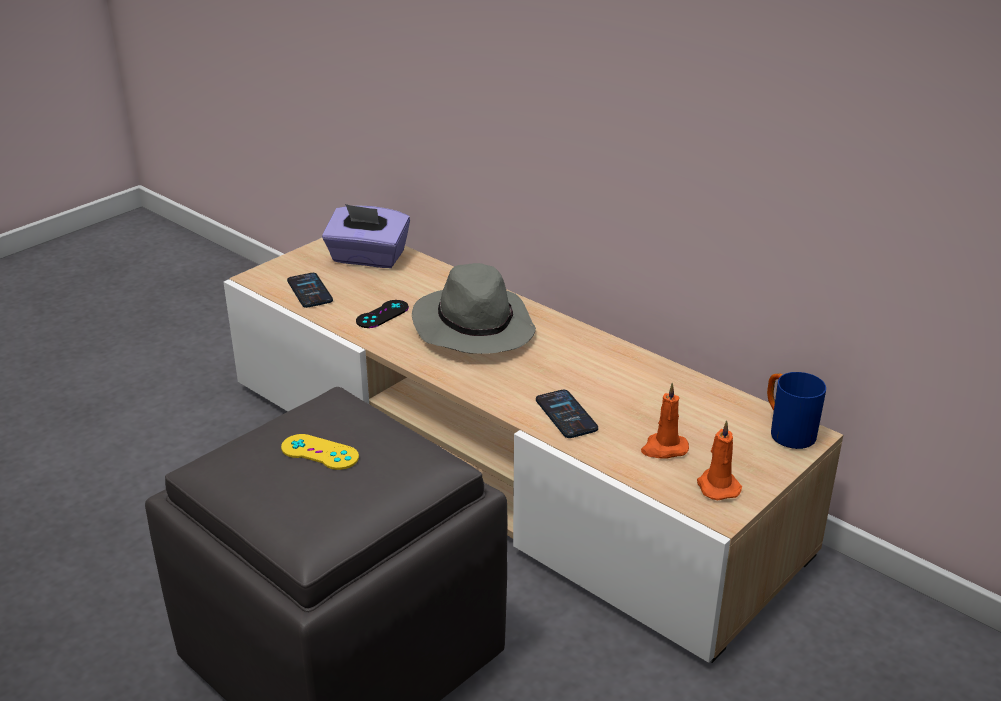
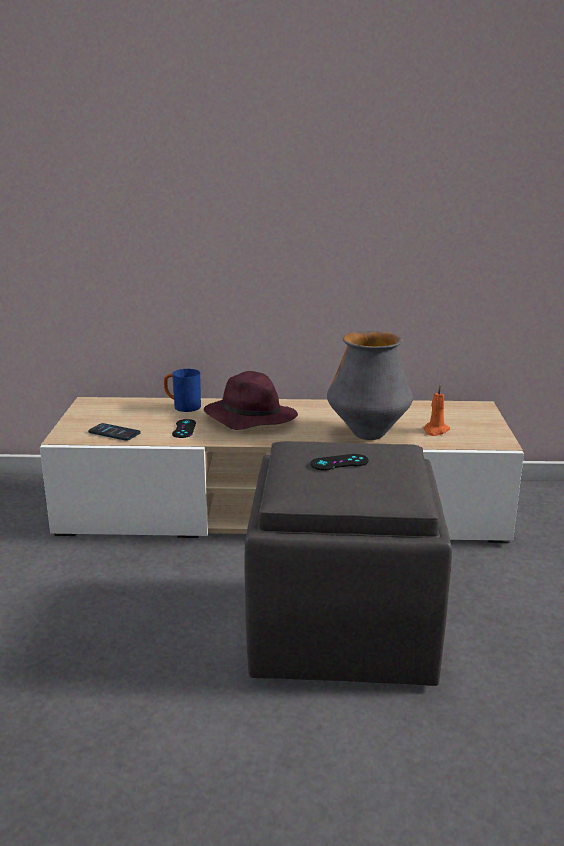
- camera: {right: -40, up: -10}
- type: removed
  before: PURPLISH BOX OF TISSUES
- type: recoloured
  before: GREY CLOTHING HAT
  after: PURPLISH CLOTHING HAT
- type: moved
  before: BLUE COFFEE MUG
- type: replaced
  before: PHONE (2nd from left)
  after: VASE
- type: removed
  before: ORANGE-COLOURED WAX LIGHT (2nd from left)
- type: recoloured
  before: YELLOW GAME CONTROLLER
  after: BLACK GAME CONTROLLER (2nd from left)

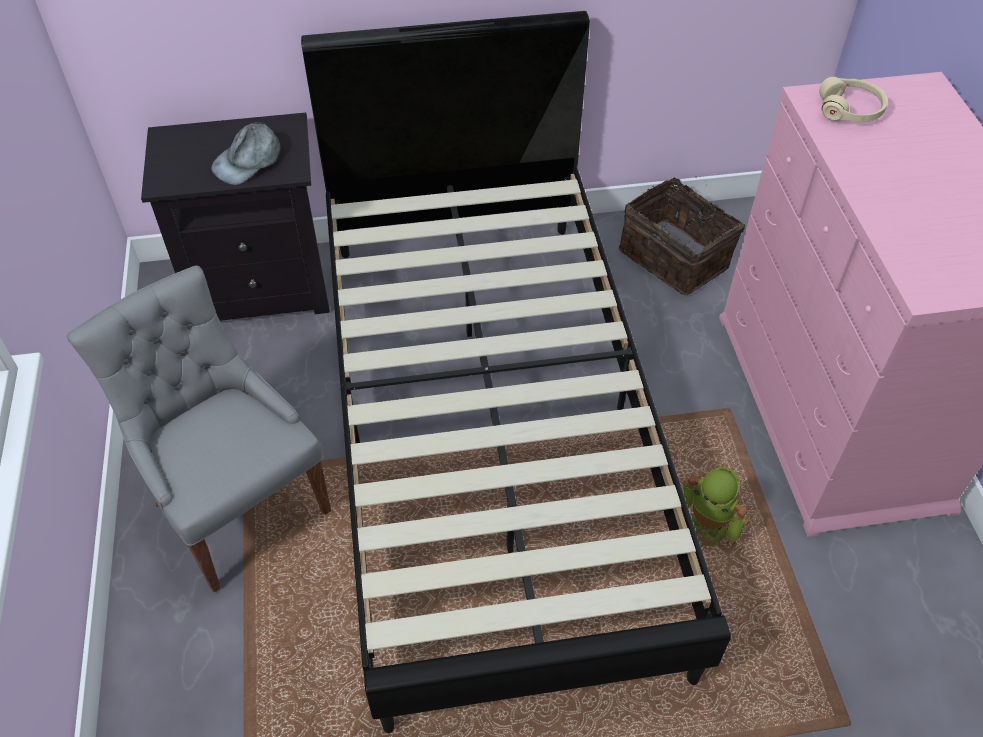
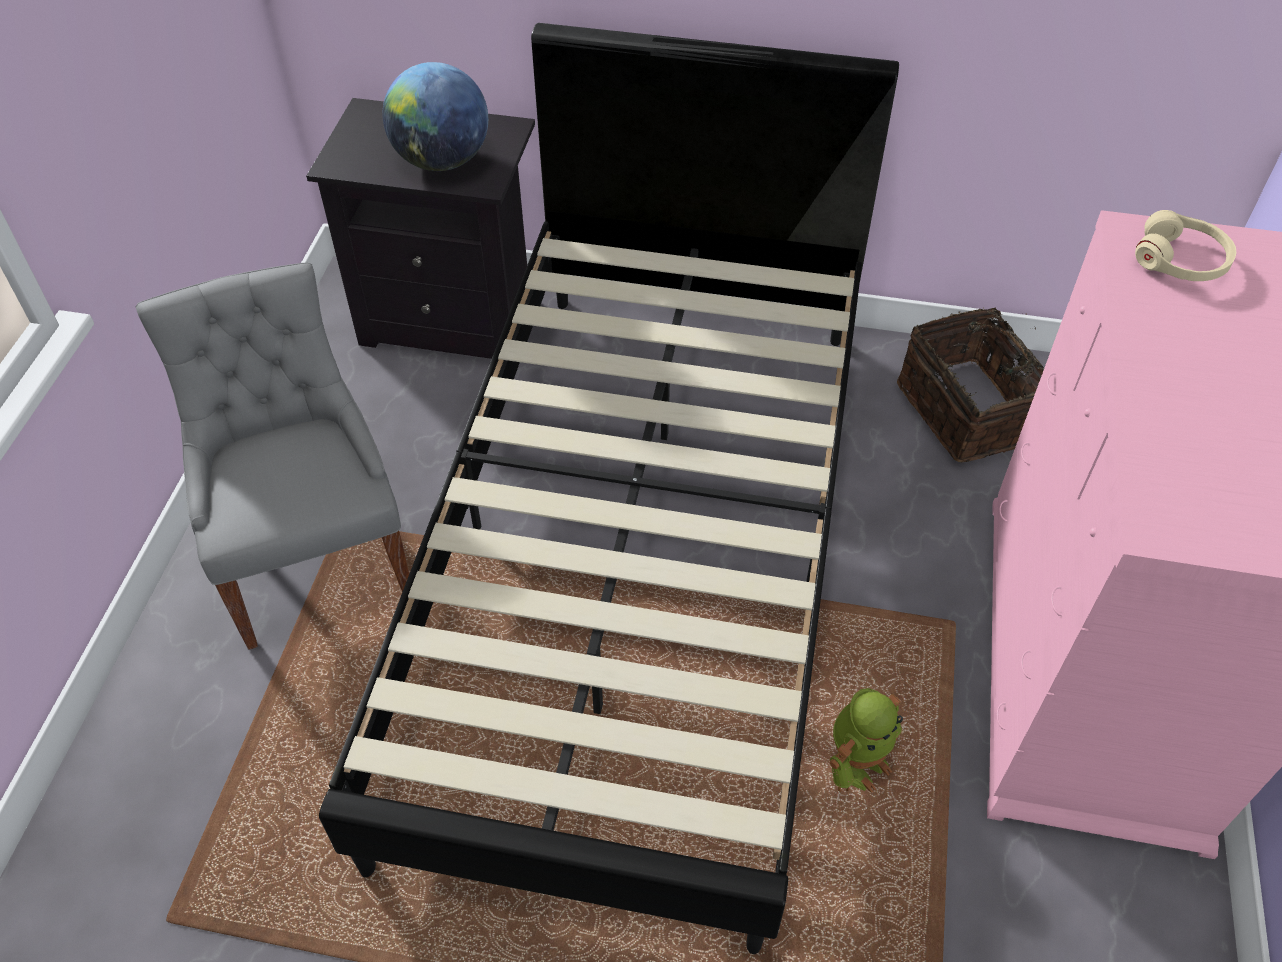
- camera: {right: 20, up: 0}
- type: replaced
  before: GREY PEAKED CAP
  after: WORLD GLOBE
- type: turned
  before: MODEL ROBOT
  turn: -105

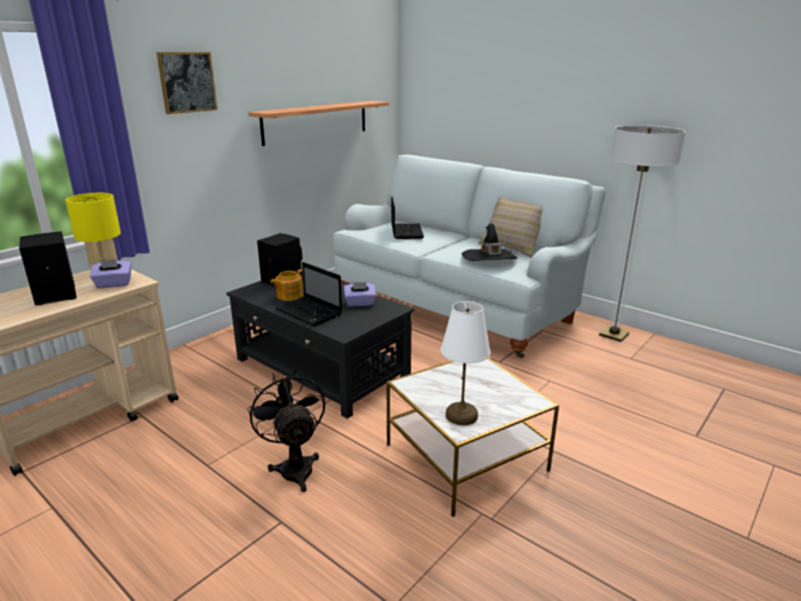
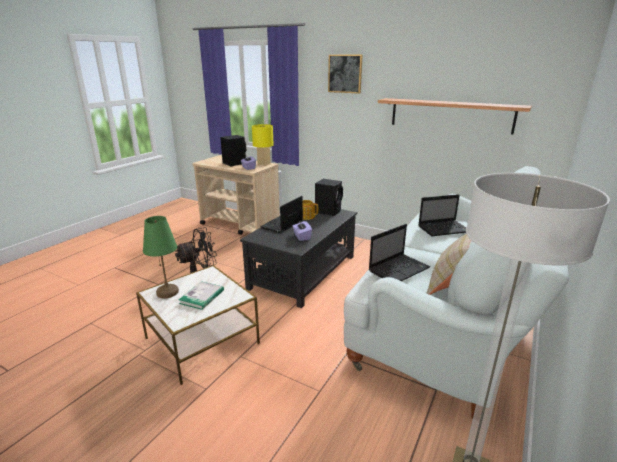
- camera: {right: 80, up: 0}
- type: replaced
  before: BLACK CLOTHING HAT
  after: PORTABLE COMPUTER (2nd from left)
- type: recoloured
  before: WHITISH TABLETOP LAMP
  after: GREEN TABLETOP LAMP
- type: added
  after: BOUND BOOK

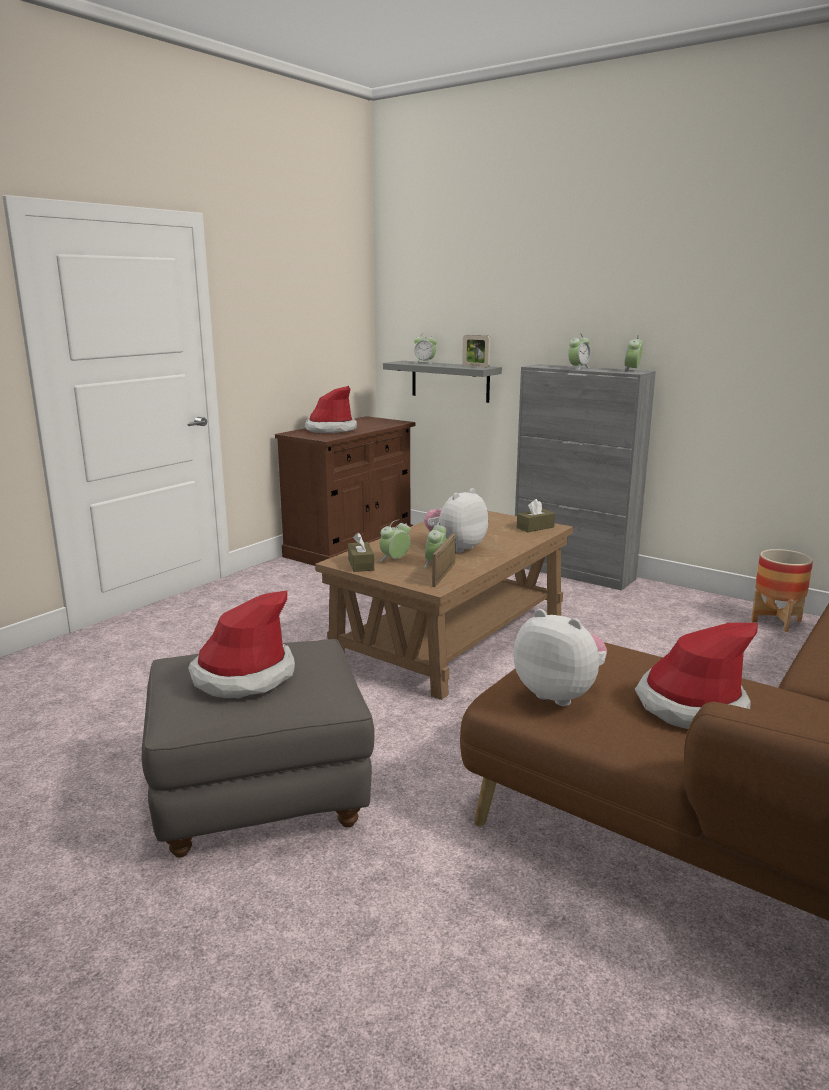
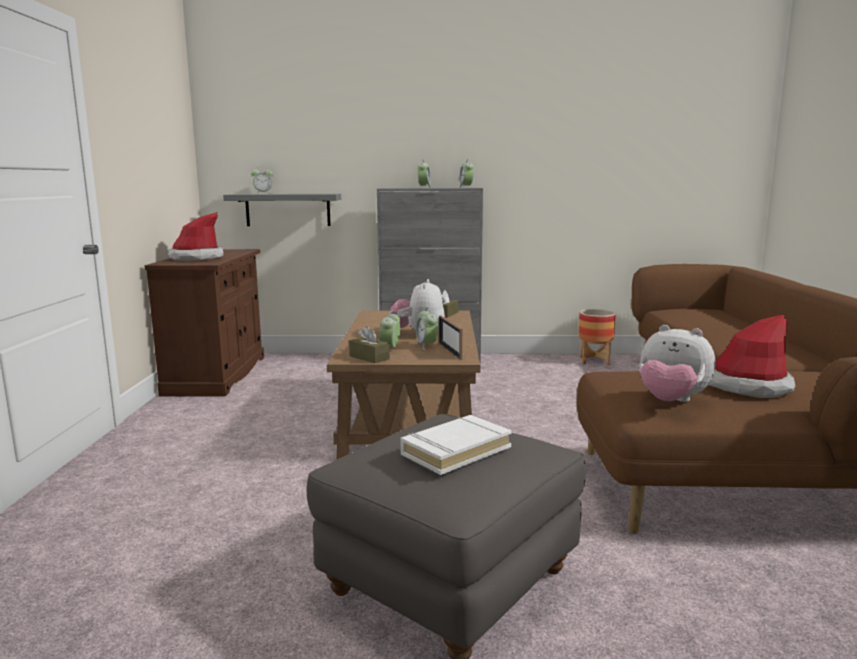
- camera: {right: -35, up: -5}
- type: removed
  before: STANDING FRAME (2nd from left)
- type: replaced
  before: CLOTHING HAT (1st from left)
  after: WHITISH BOUND BOOK
- type: turned
  before: SOFT TOY (2nd from left)
  turn: -150

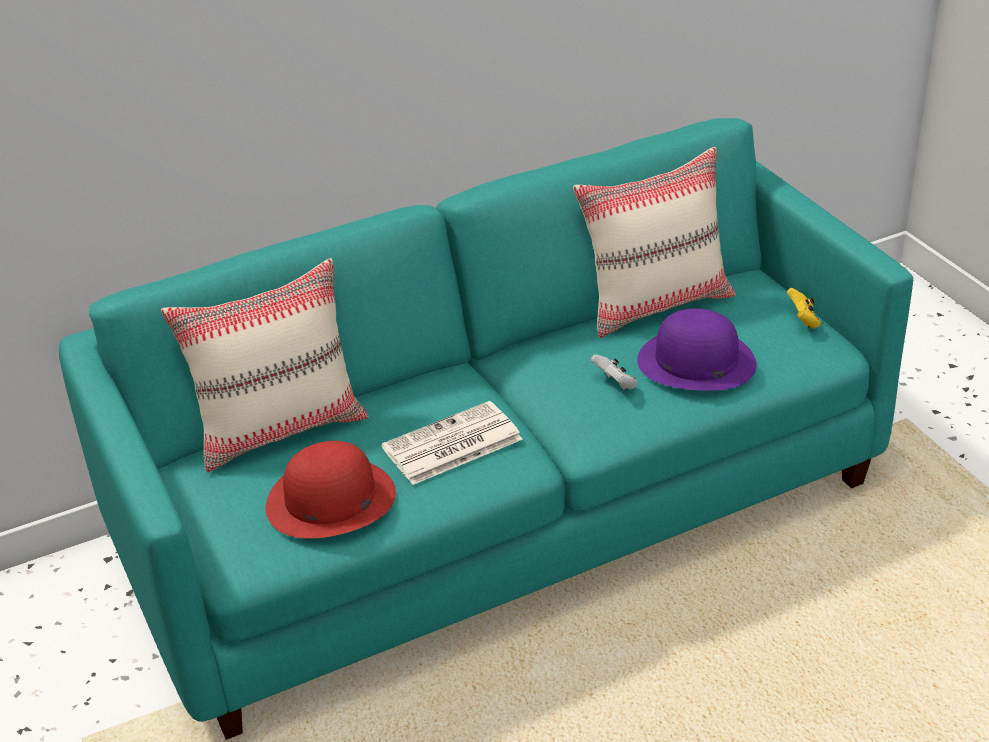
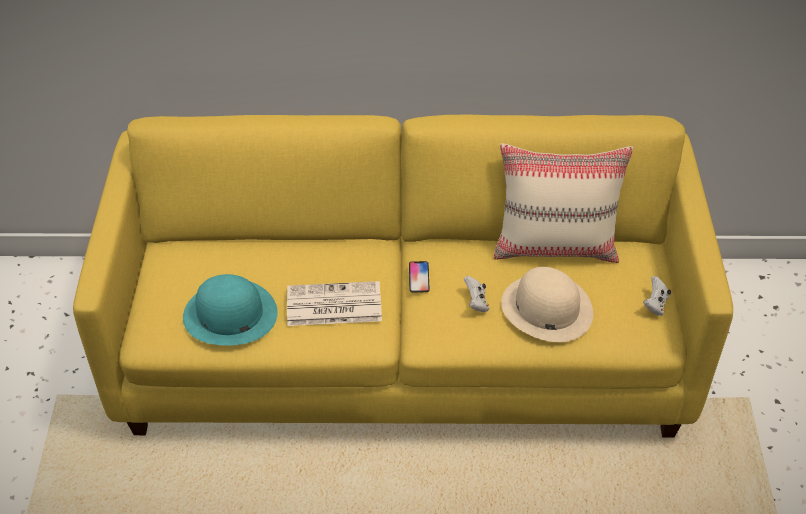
- camera: {right: 25, up: 10}
- type: recoloured
  before: BLUE-GREEN SETTEE
  after: YELLOW SETTEE
- type: removed
  before: SAND-COLOURED PILLOW (1st from left)
- type: recoloured
  before: YELLOW GAME CONTROLLER
  after: WHITISH GAME CONTROLLER (2nd from left)
- type: recoloured
  before: PURPLISH CLOTHING HAT
  after: SAND-COLOURED CLOTHING HAT
- type: recoloured
  before: RED-COLOURED CLOTHING HAT
  after: BLUE-GREEN CLOTHING HAT
- type: added
  after: PHONE

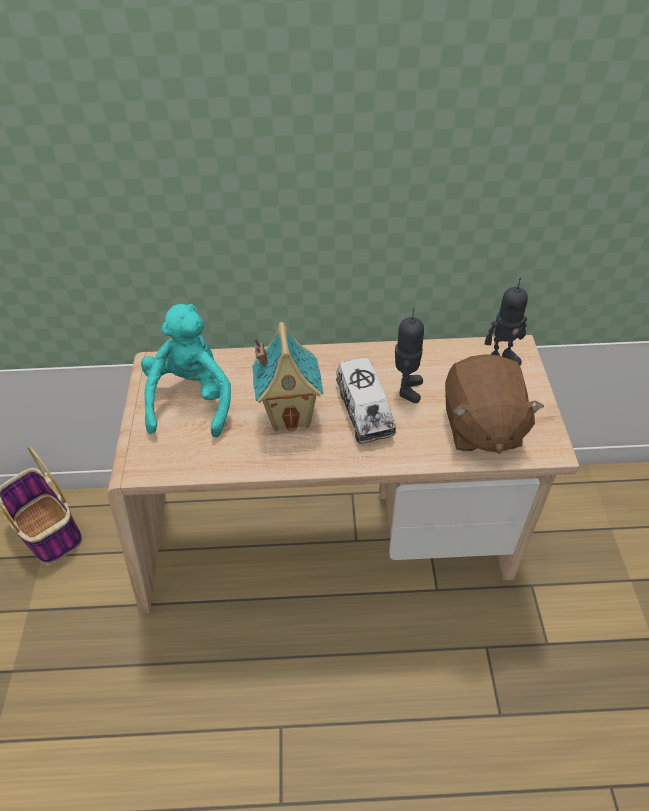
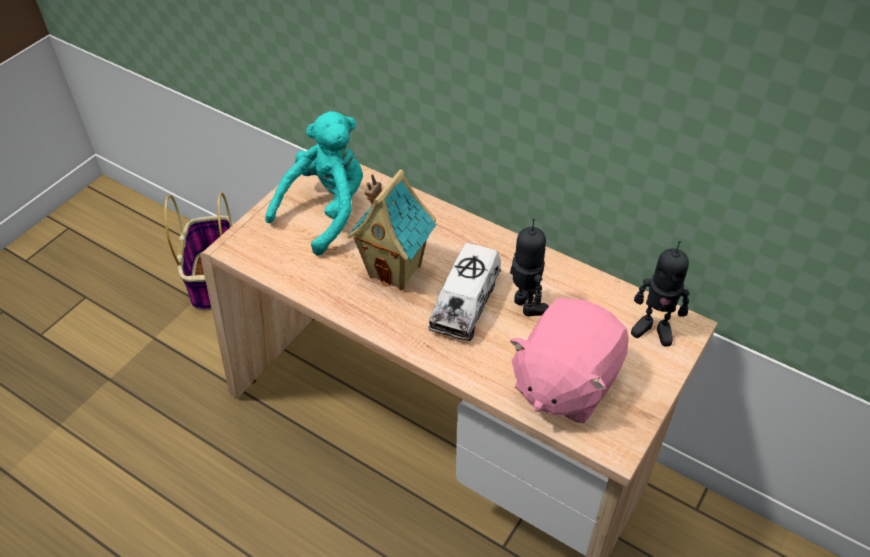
- camera: {right: 35, up: 0}
- type: turned
  before: MODEL ROBOT (1st from left)
  turn: -75
- type: recoloured
  before: BROWN-COLOURED SOFT TOY
  after: PINK-COLOURED SOFT TOY

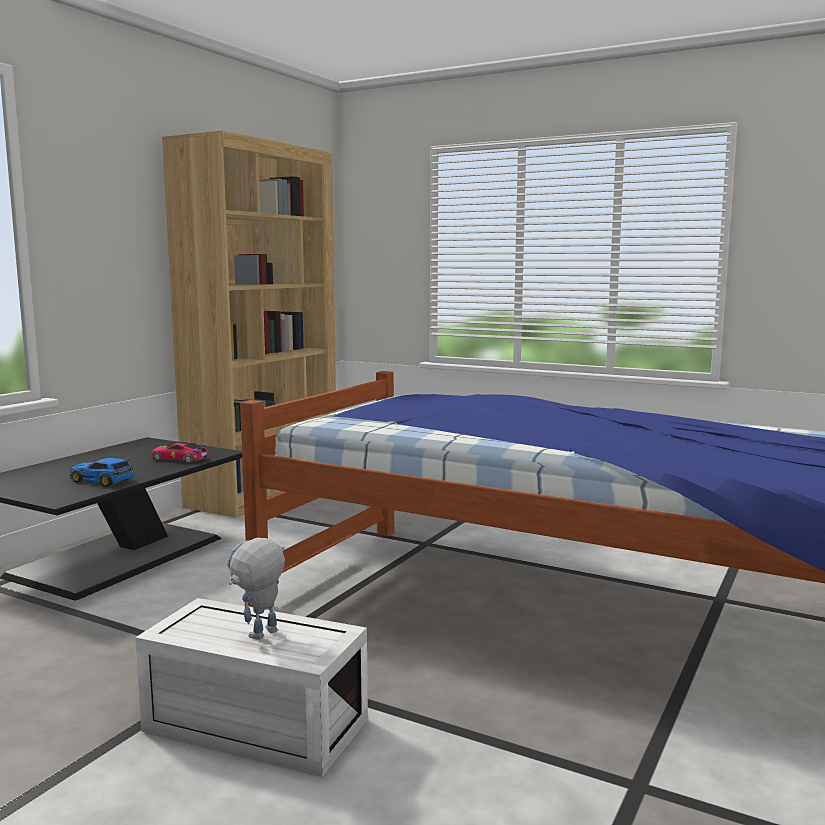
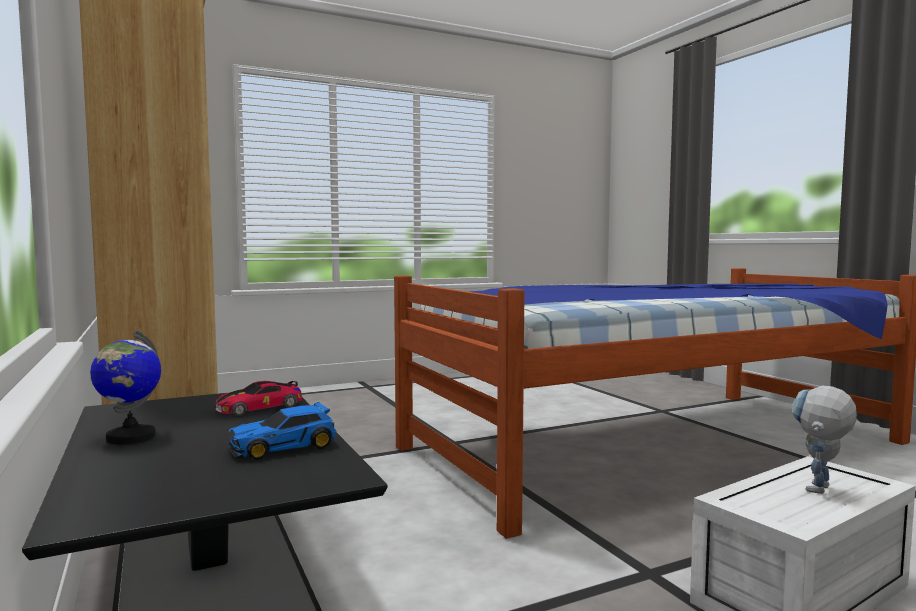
- camera: {right: -55, up: -5}
- type: turned
  before: MODEL ROBOT
  turn: 60
- type: added
  after: WORLD GLOBE

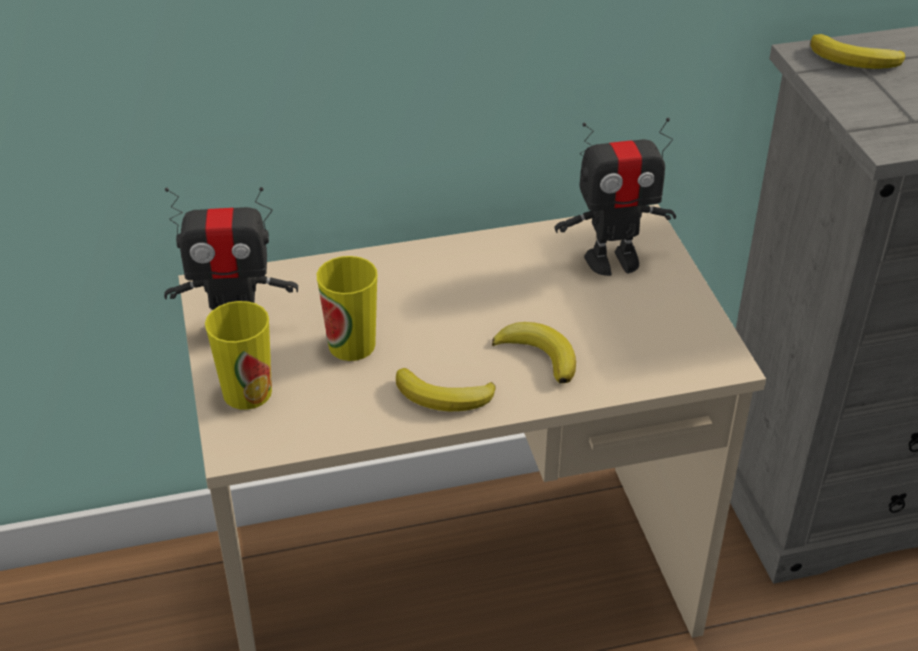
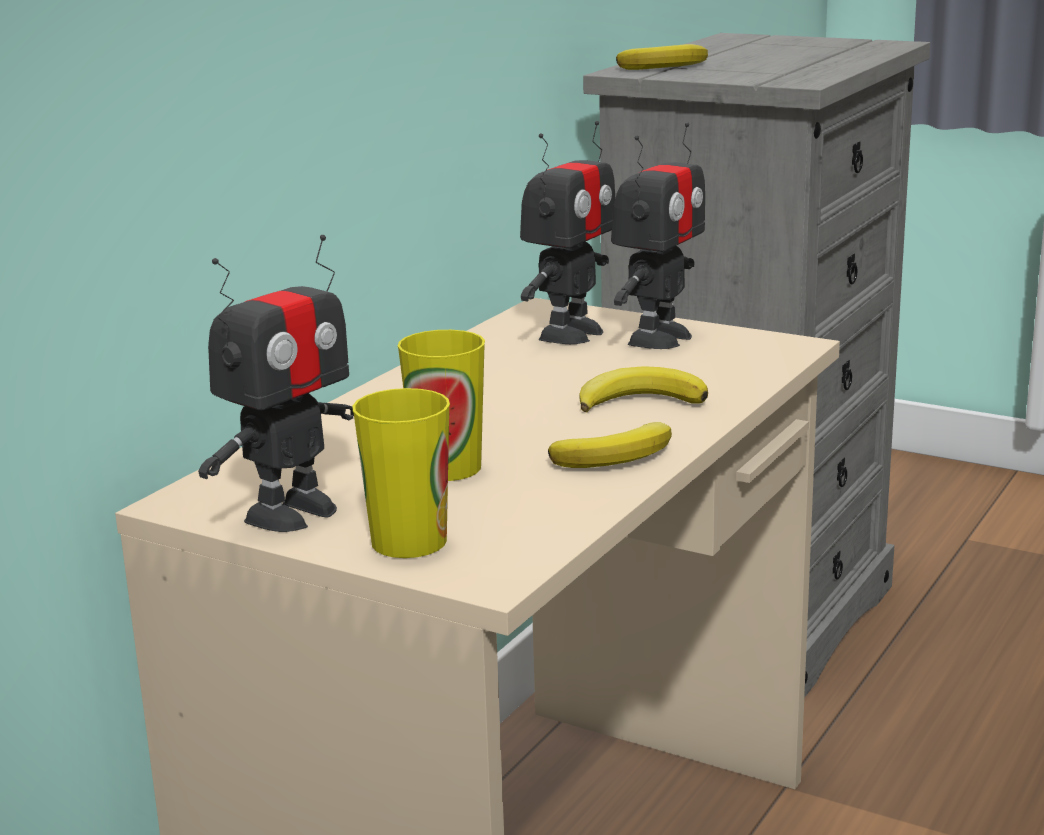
- camera: {right: -45, up: -20}
- type: added
  after: MODEL ROBOT (3rd from left)

